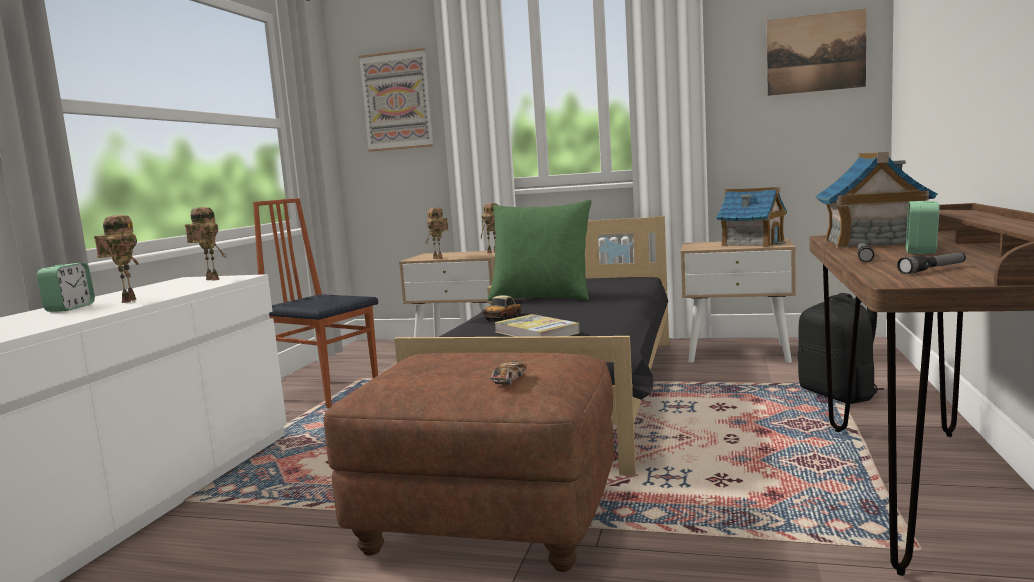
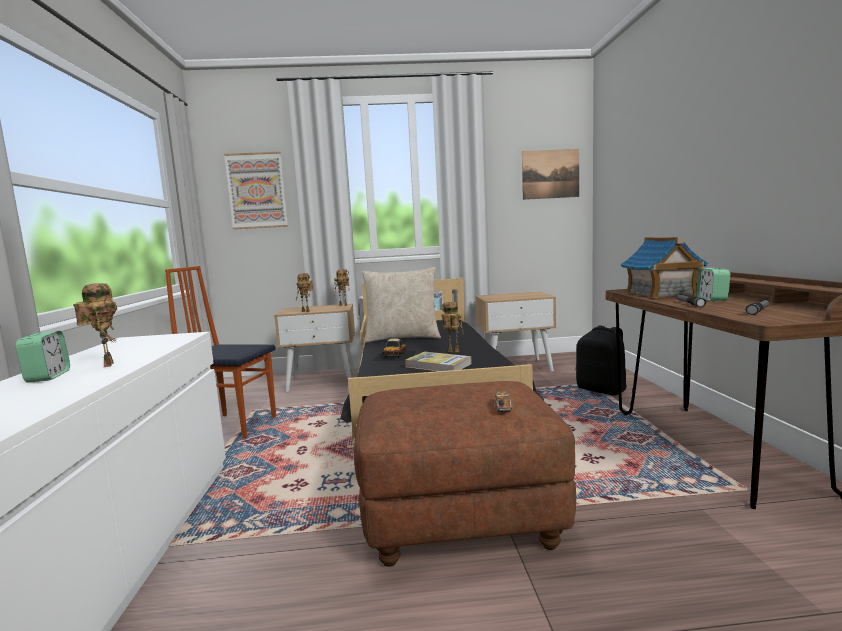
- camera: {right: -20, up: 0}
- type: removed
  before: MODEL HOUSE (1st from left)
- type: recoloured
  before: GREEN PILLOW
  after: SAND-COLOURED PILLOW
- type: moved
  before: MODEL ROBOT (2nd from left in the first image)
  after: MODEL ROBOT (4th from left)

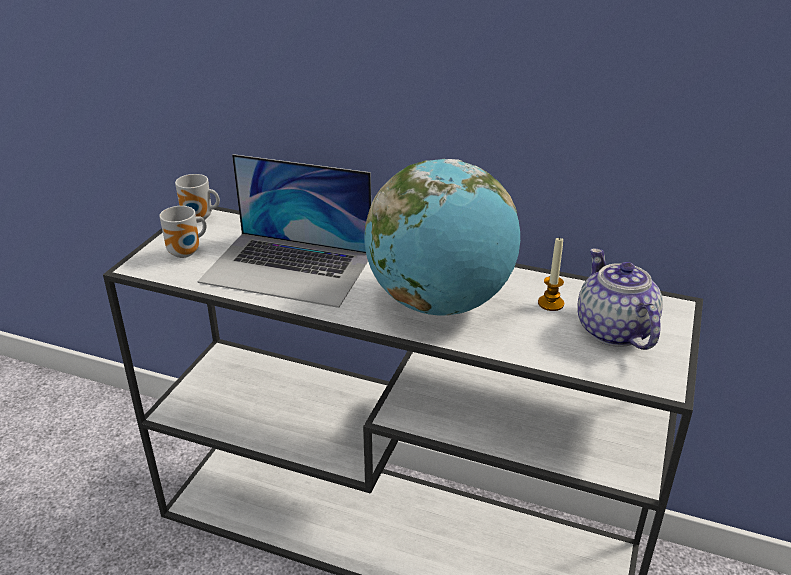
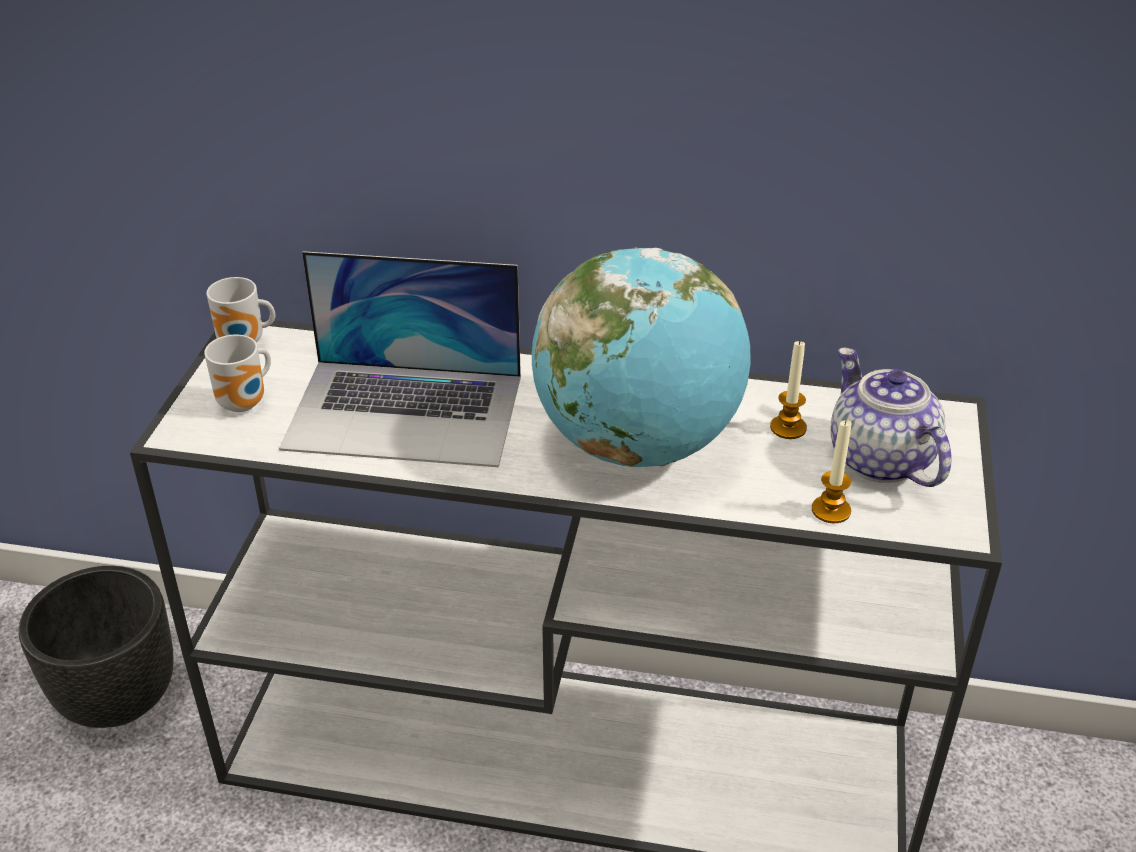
- camera: {right: -10, up: 5}
- type: added
  after: WAX LIGHT (2nd from left)
- type: added
  after: BLACK PLANT POT

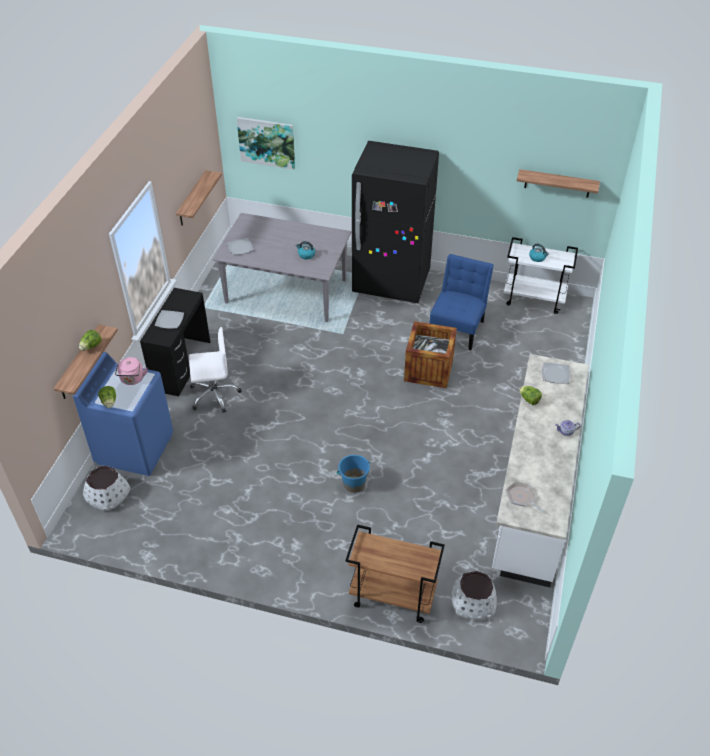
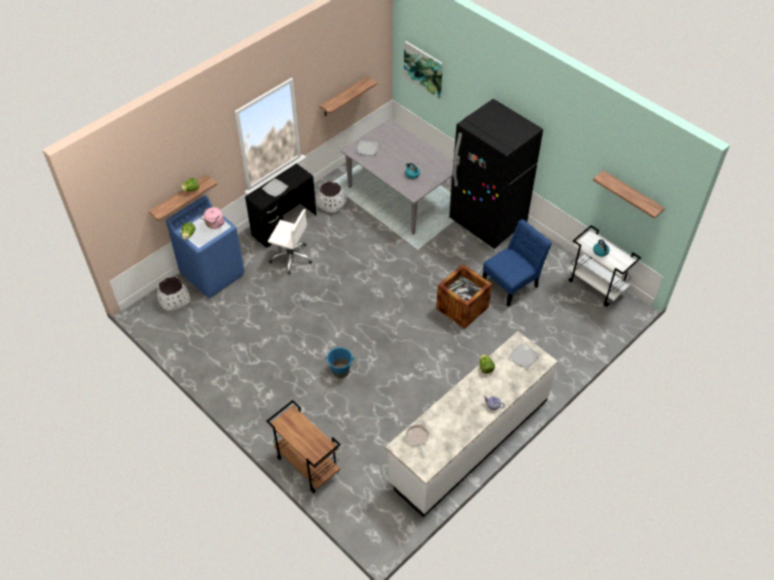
- camera: {right: 30, up: 5}
- type: moved
  before: WHITISH PLANT POT (2nd from left)

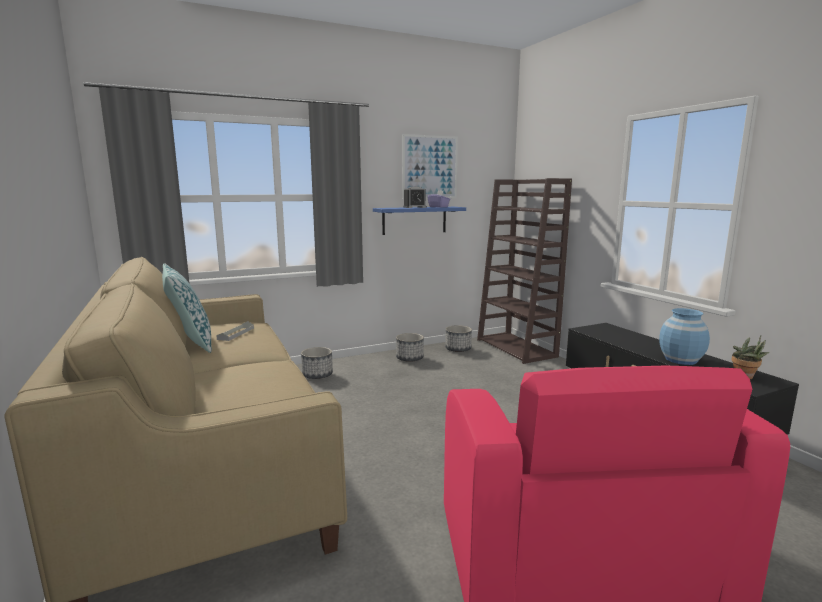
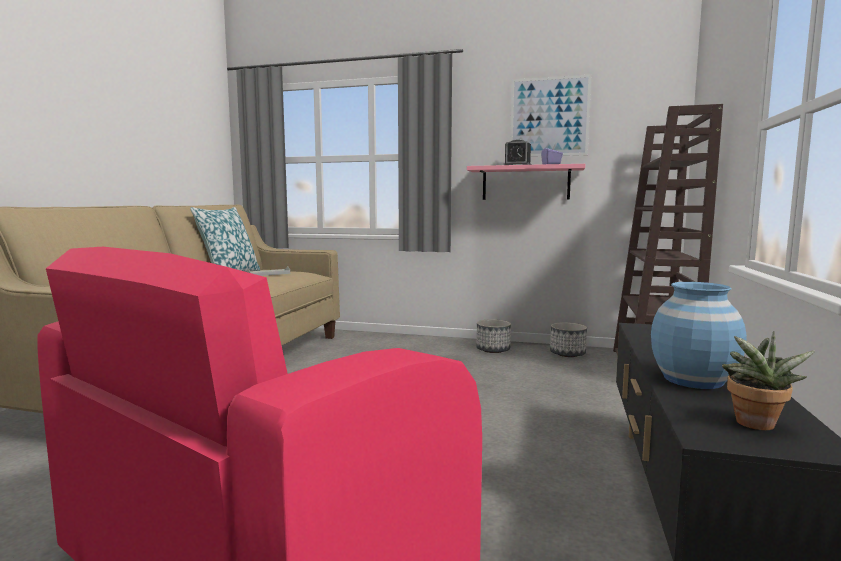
- camera: {right: 40, up: -5}
- type: recoloured
  before: BLUE SHELF
  after: PINK-COLOURED SHELF
- type: removed
  before: PLANT POT (1st from left)

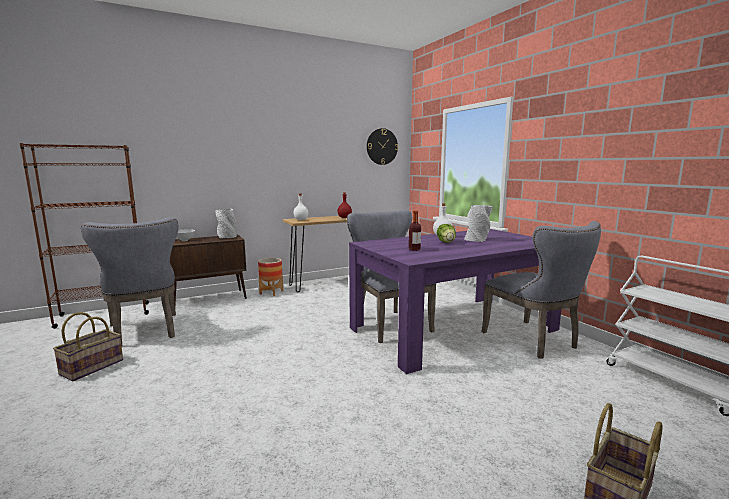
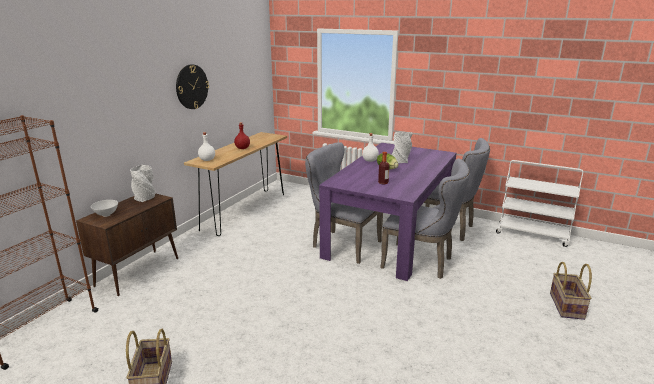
- camera: {right: -35, up: 10}
- type: moved
  before: HANGING CLOCK
- type: moved
  before: GREY PLAIN CHAIR (1st from left in the first image)
  after: GREY PLAIN CHAIR (2nd from left)
- type: removed
  before: PLANT POT

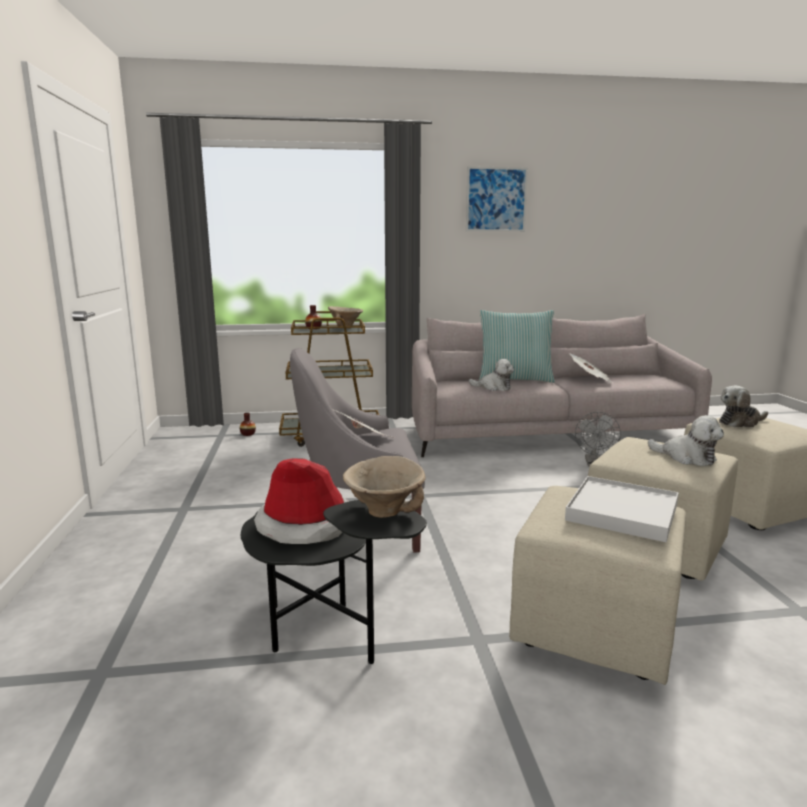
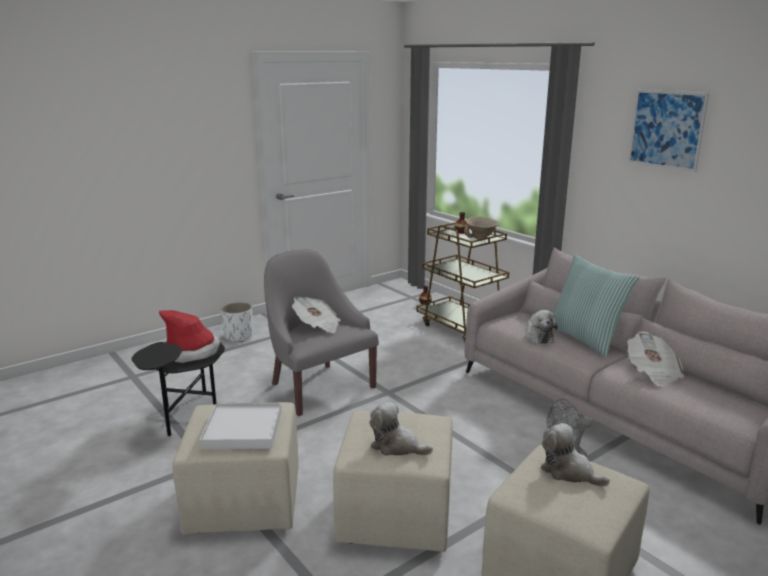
- camera: {right: 60, up: 5}
- type: turned
  before: SOFT TOY (2nd from left in the first image)
  turn: 105
- type: removed
  before: SAND-COLOURED BOWL (2nd from left)
- type: added
  after: WHITISH PLANT POT

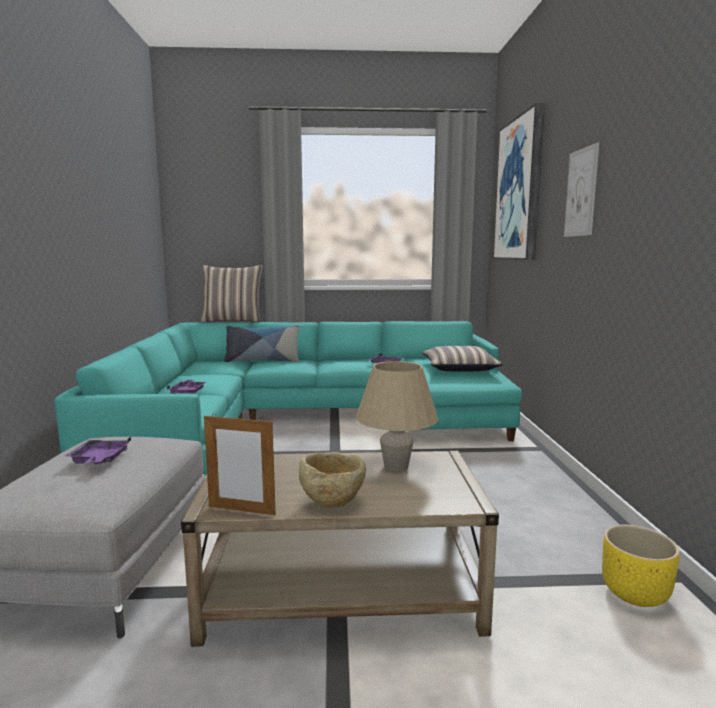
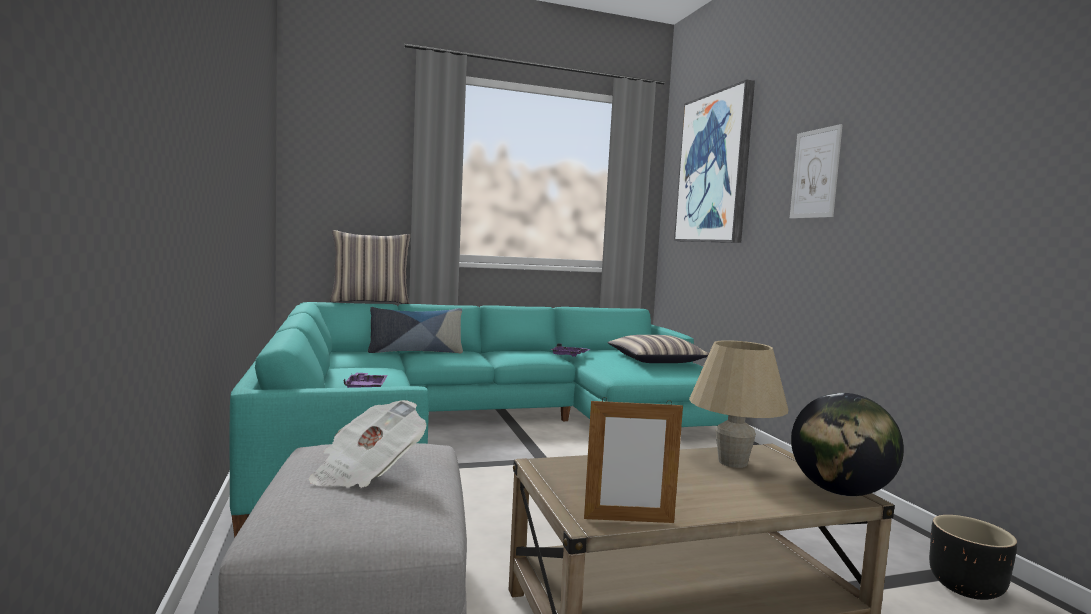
- camera: {right: -15, up: -5}
- type: replaced
  before: PURPLISH SERVING TRAY (1st from left)
  after: PRINTED PAPER
- type: removed
  before: SAND-COLOURED BOWL
- type: recoloured
  before: YELLOW PLANT POT
  after: BLACK PLANT POT
- type: added
  after: WORLD GLOBE

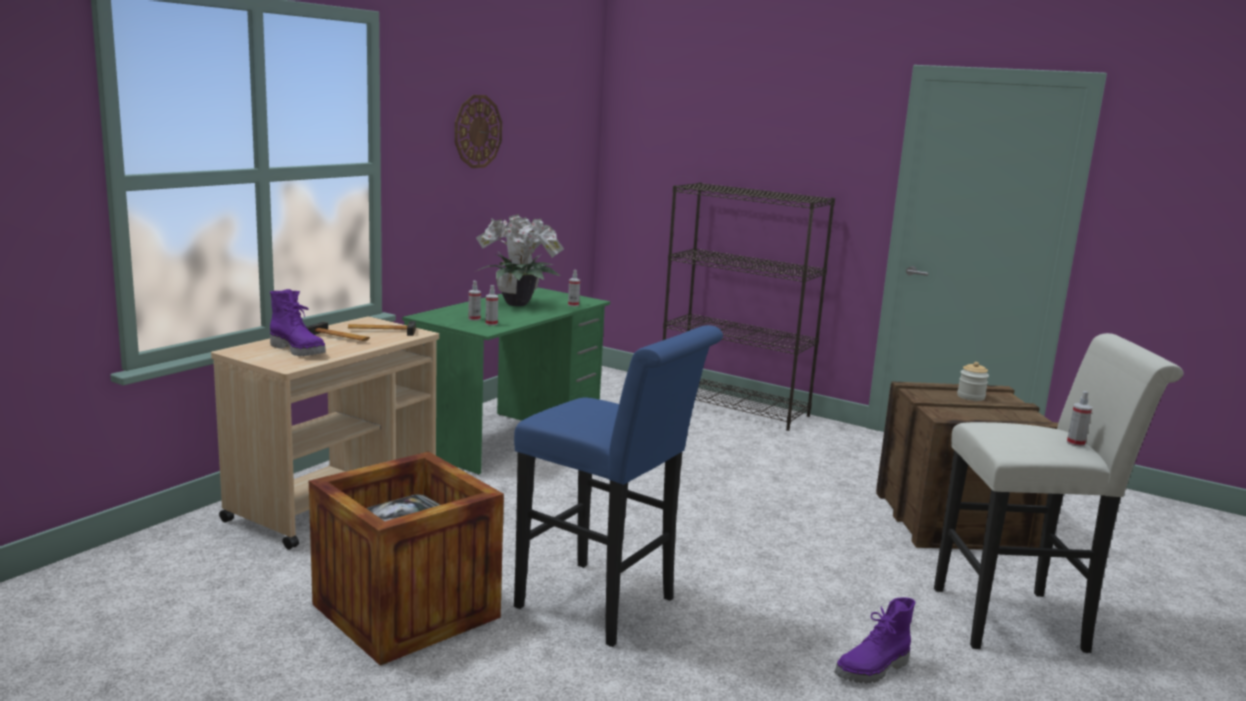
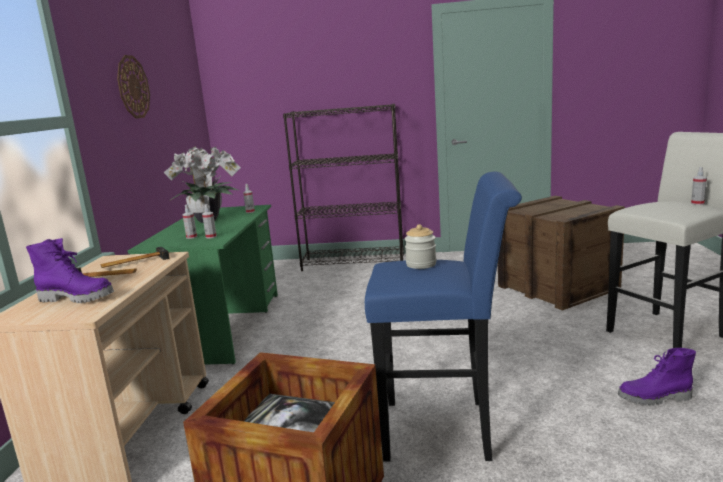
- camera: {right: -25, up: 0}
- type: moved
  before: STORAGE JAR
- type: turned
  before: PURPLISH HIGH-TOP BOOT (2nd from left)
  turn: 60

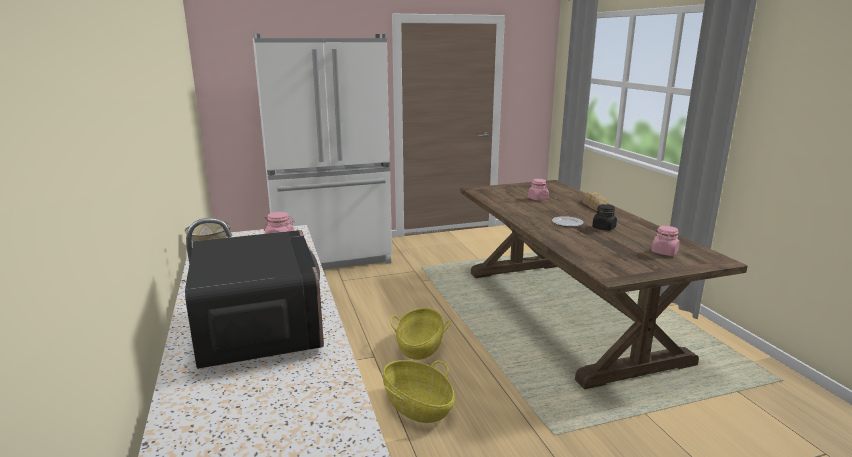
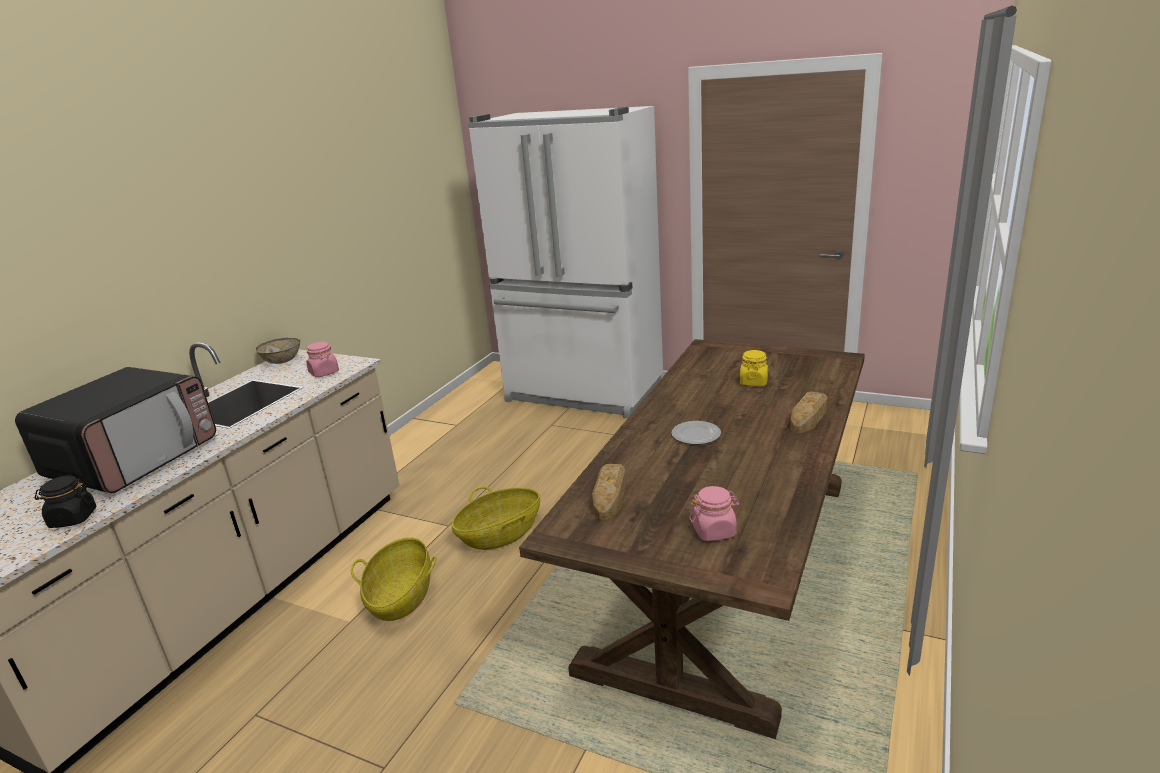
- camera: {right: 45, up: 5}
- type: recoloured
  before: PINK-COLOURED STORAGE JAR (2nd from left)
  after: YELLOW STORAGE JAR
- type: moved
  before: BLACK STORAGE JAR
- type: added
  after: BAKED BREAD (1st from left)

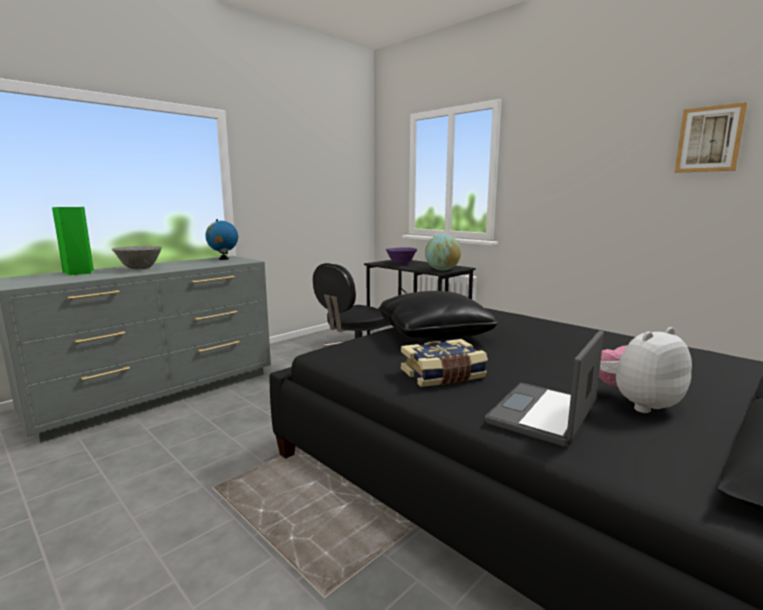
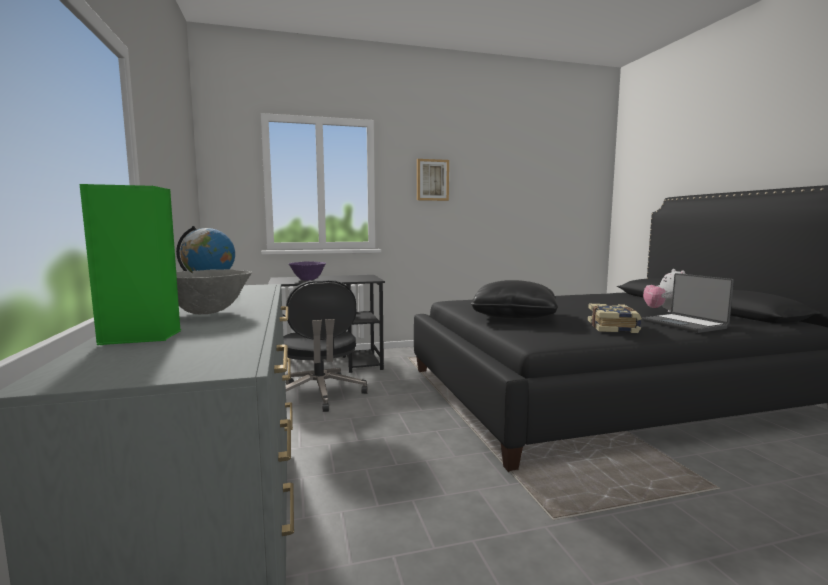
- camera: {right: -60, up: -5}
- type: moved
  before: PICTURE
- type: removed
  before: WORLD GLOBE (2nd from left)

